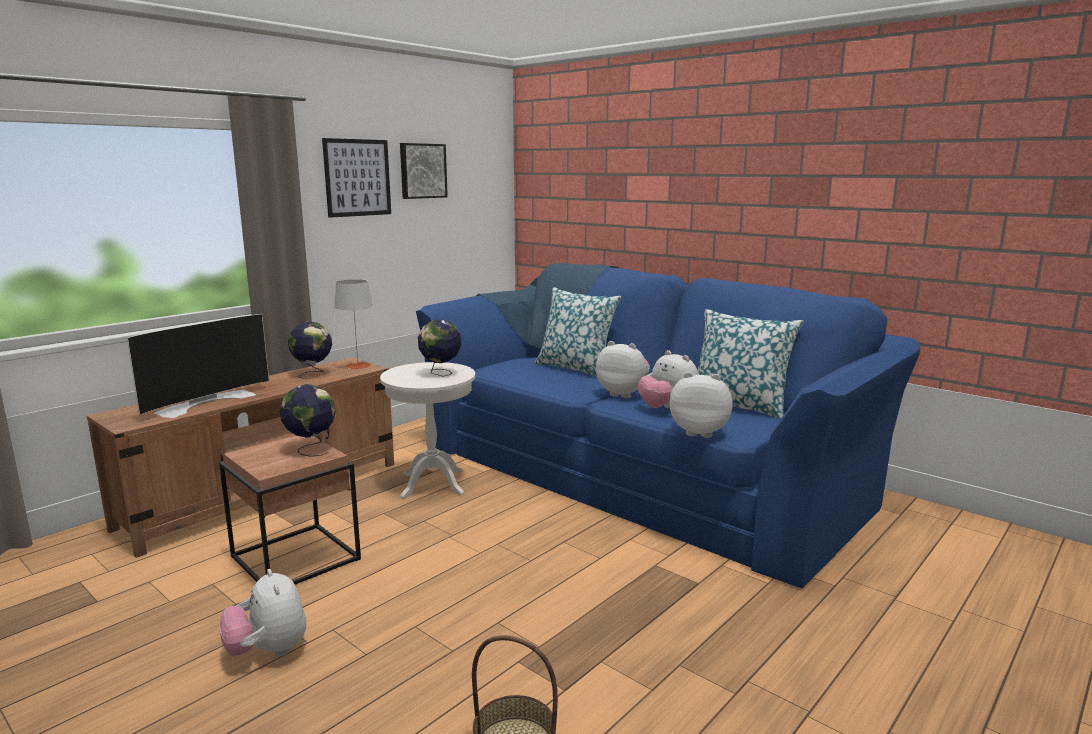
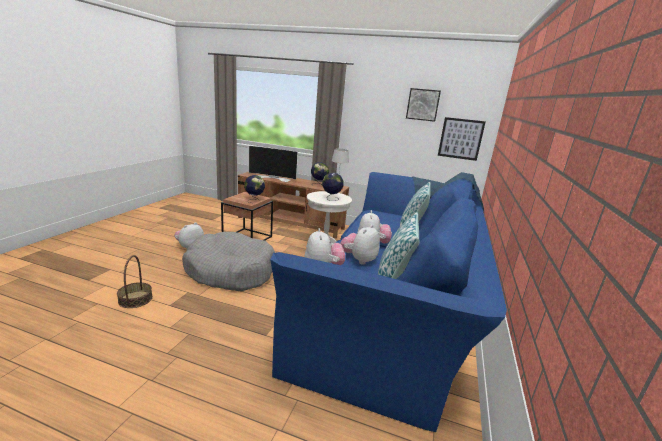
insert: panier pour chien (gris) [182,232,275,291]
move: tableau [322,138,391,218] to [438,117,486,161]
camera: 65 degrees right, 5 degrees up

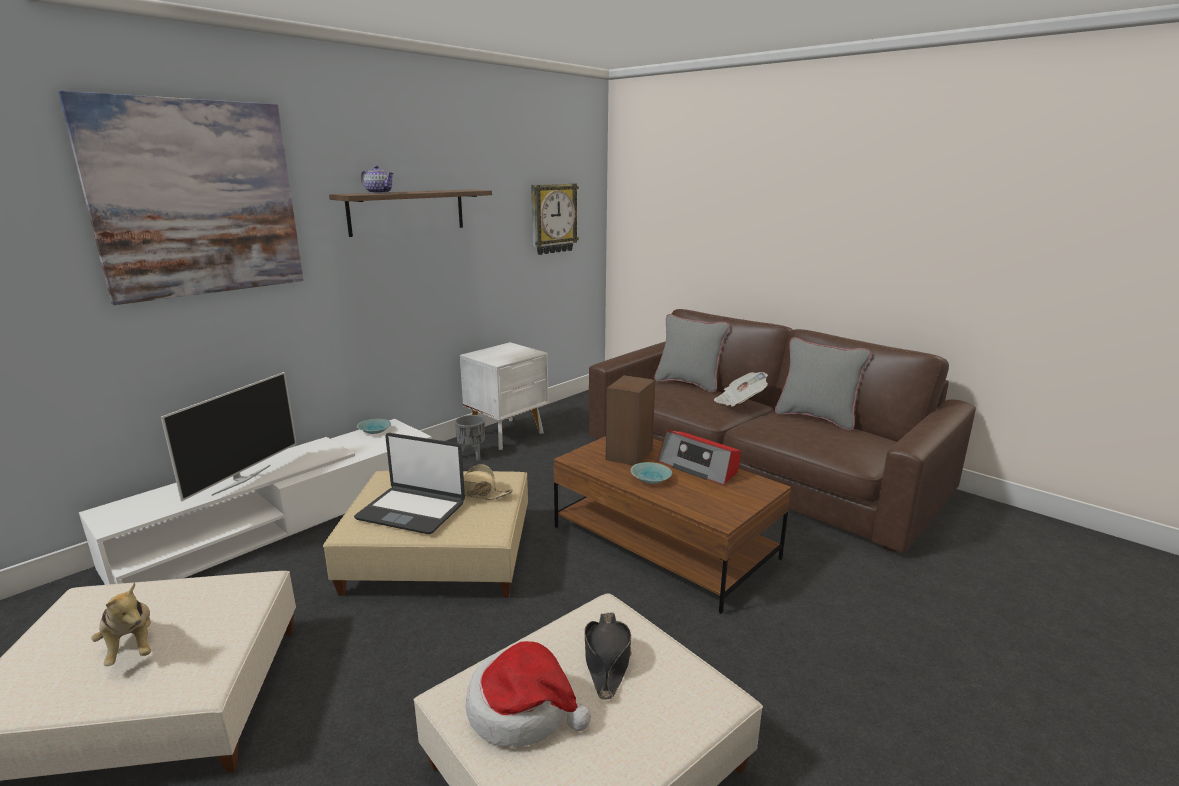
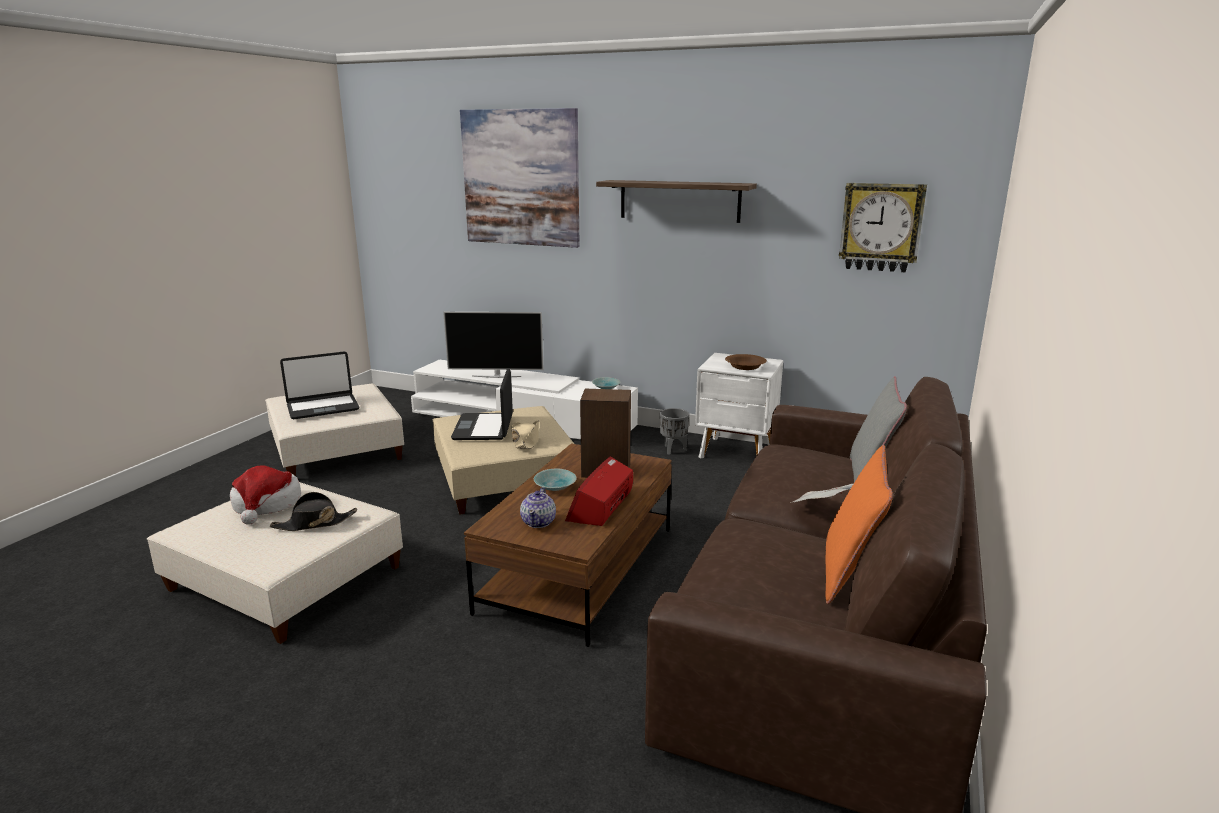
insert: bol (marron) [725,354,767,370]
move: théière [361,165,394,194] to [520,488,556,528]
replace: peluche [91,582,151,666] to ordinateur portable [280,352,359,419]
recolor: coussin (gris) [775,337,871,430] to coussin (orange) [826,445,893,604]
camera: 70 degrees right, 0 degrees up

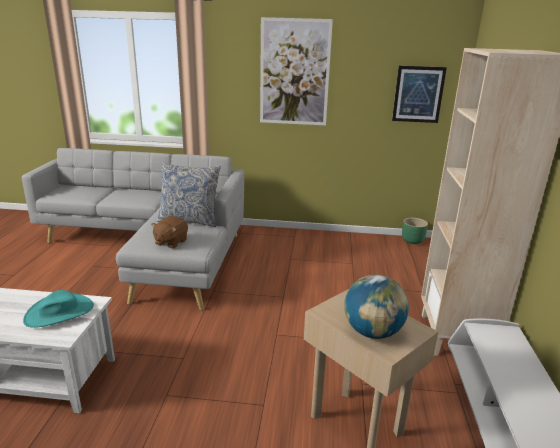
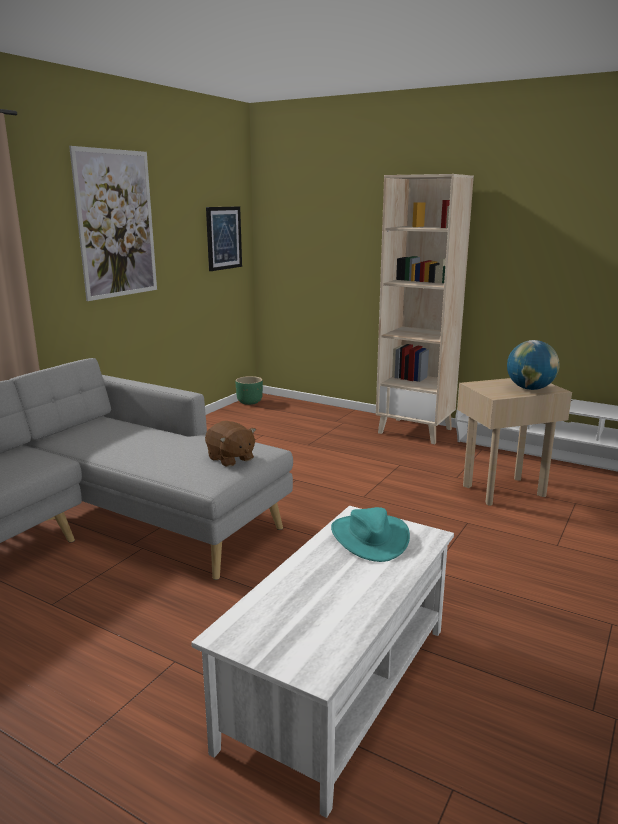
delete: coussin [156,162,221,227]
camera: 65 degrees left, 5 degrees down

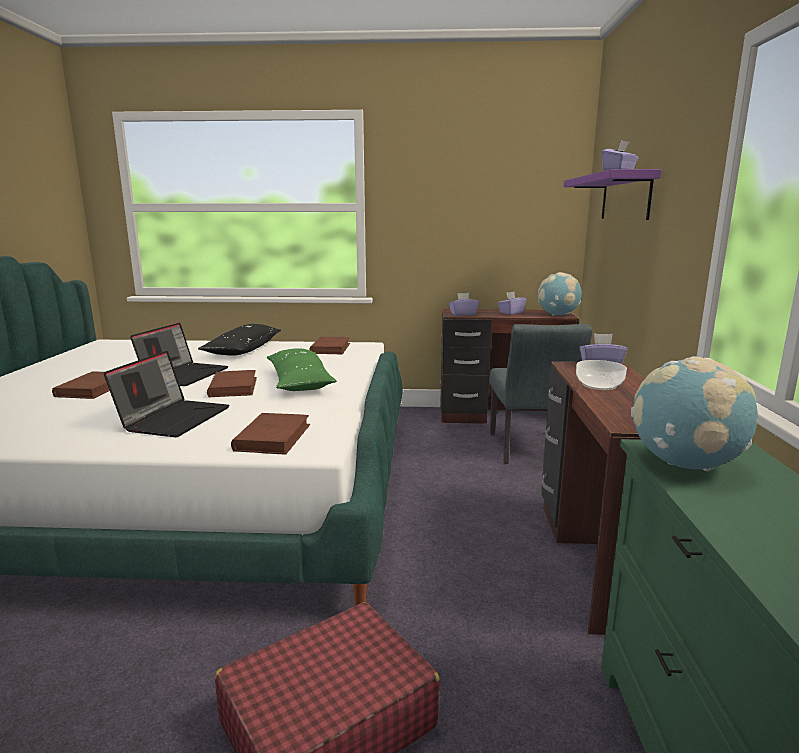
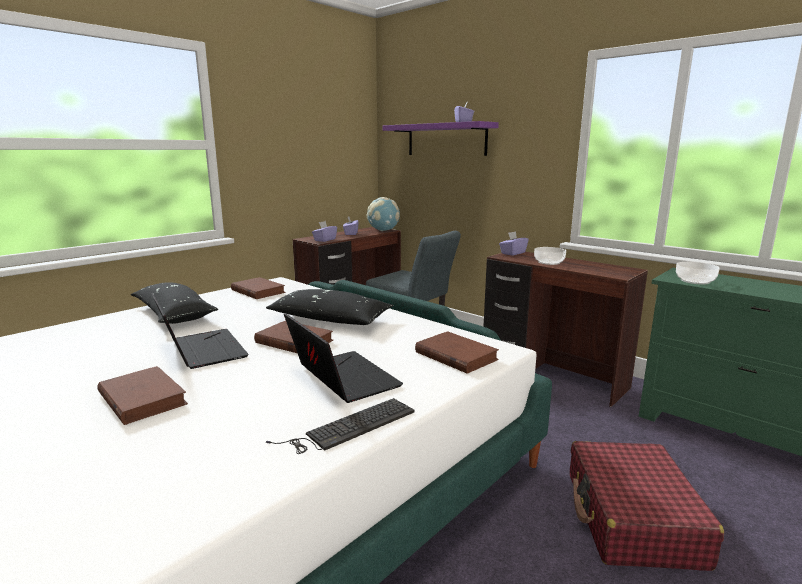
insert: clavier [266,398,414,454]
replace: globe [631,356,758,471] to bol [676,262,720,284]
recolor: coussin (vert) [267,348,337,391] to coussin (noir) [266,289,394,325]
camera: 50 degrees left, 0 degrees up

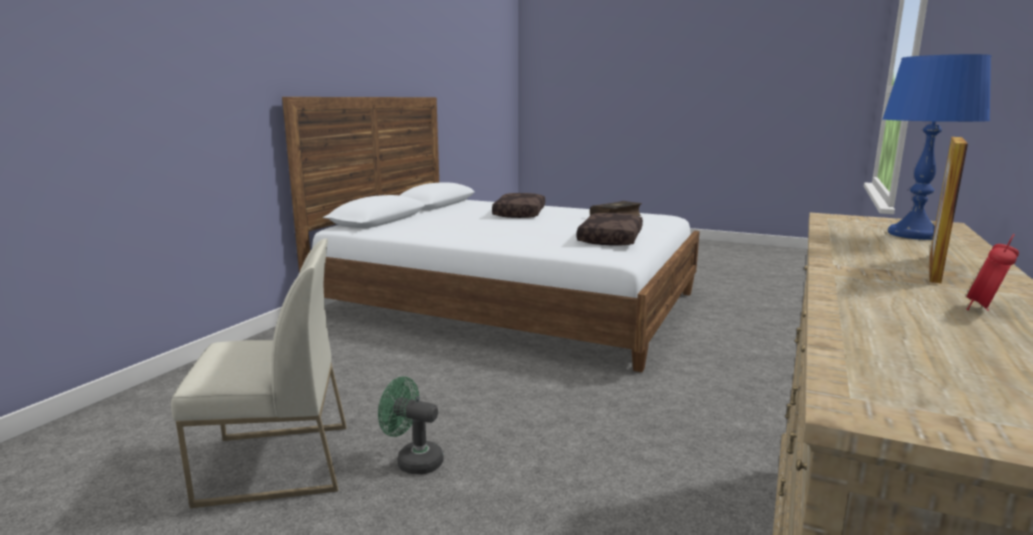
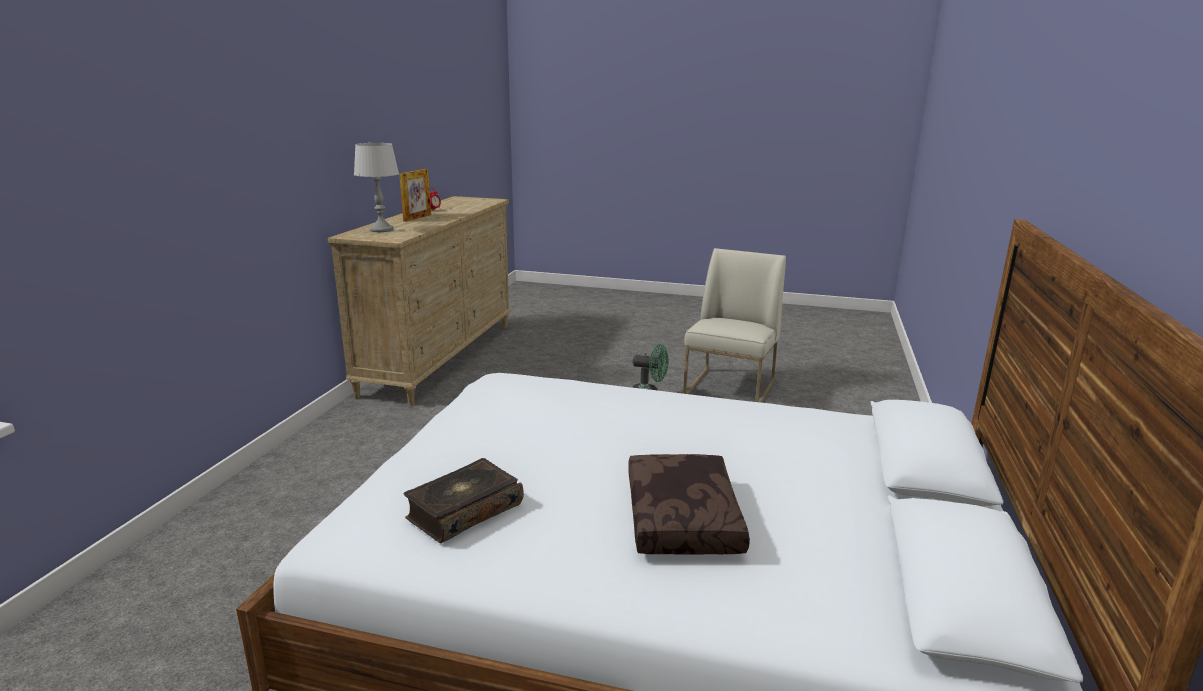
delete: coussin (marron) [577,213,643,246]
recolor: lampe de table (bleu) [882,54,992,240] to lampe de table (gris) [354,143,399,232]
rotate: chaise (blanc) [171,238,347,508] = [683,248,786,403] 135 degrees clockwise
camera: 170 degrees right, 5 degrees up

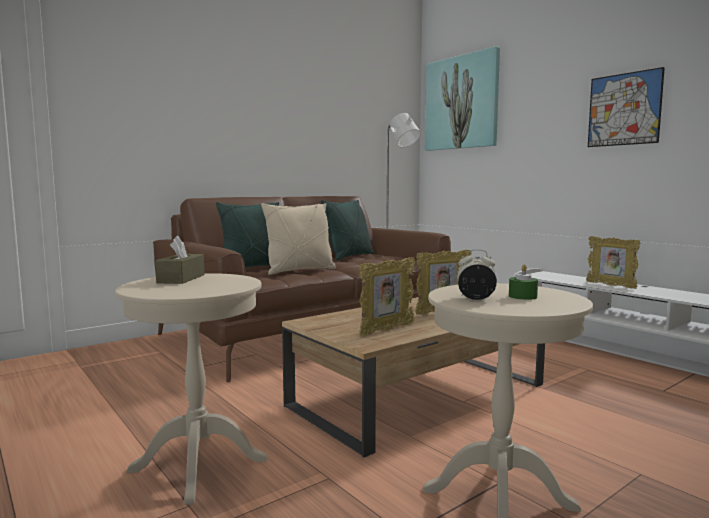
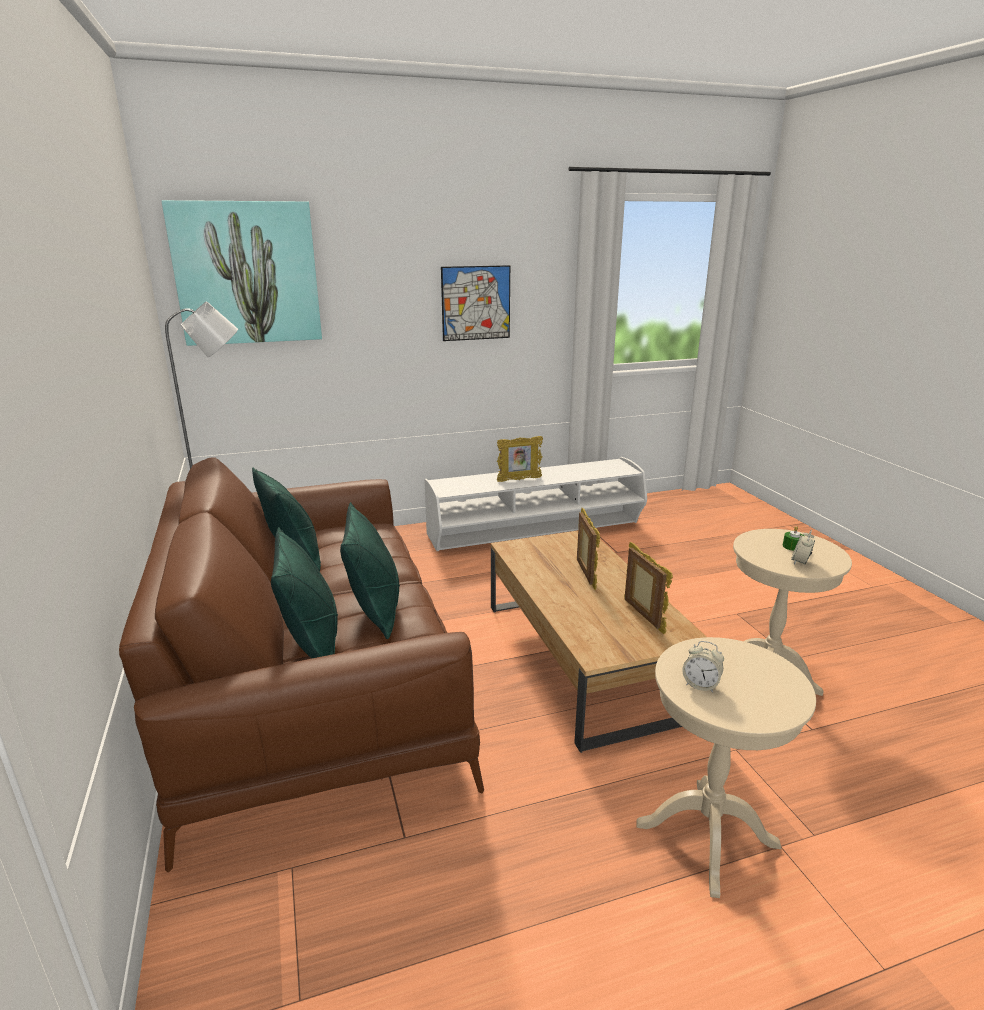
replace: boîte à mouchoirs (marron) [155,236,205,284] to réveil [683,641,724,693]
recolor: coussin (beige) [261,203,336,275] to coussin (vert) [340,502,400,639]
camera: 70 degrees left, 15 degrees up

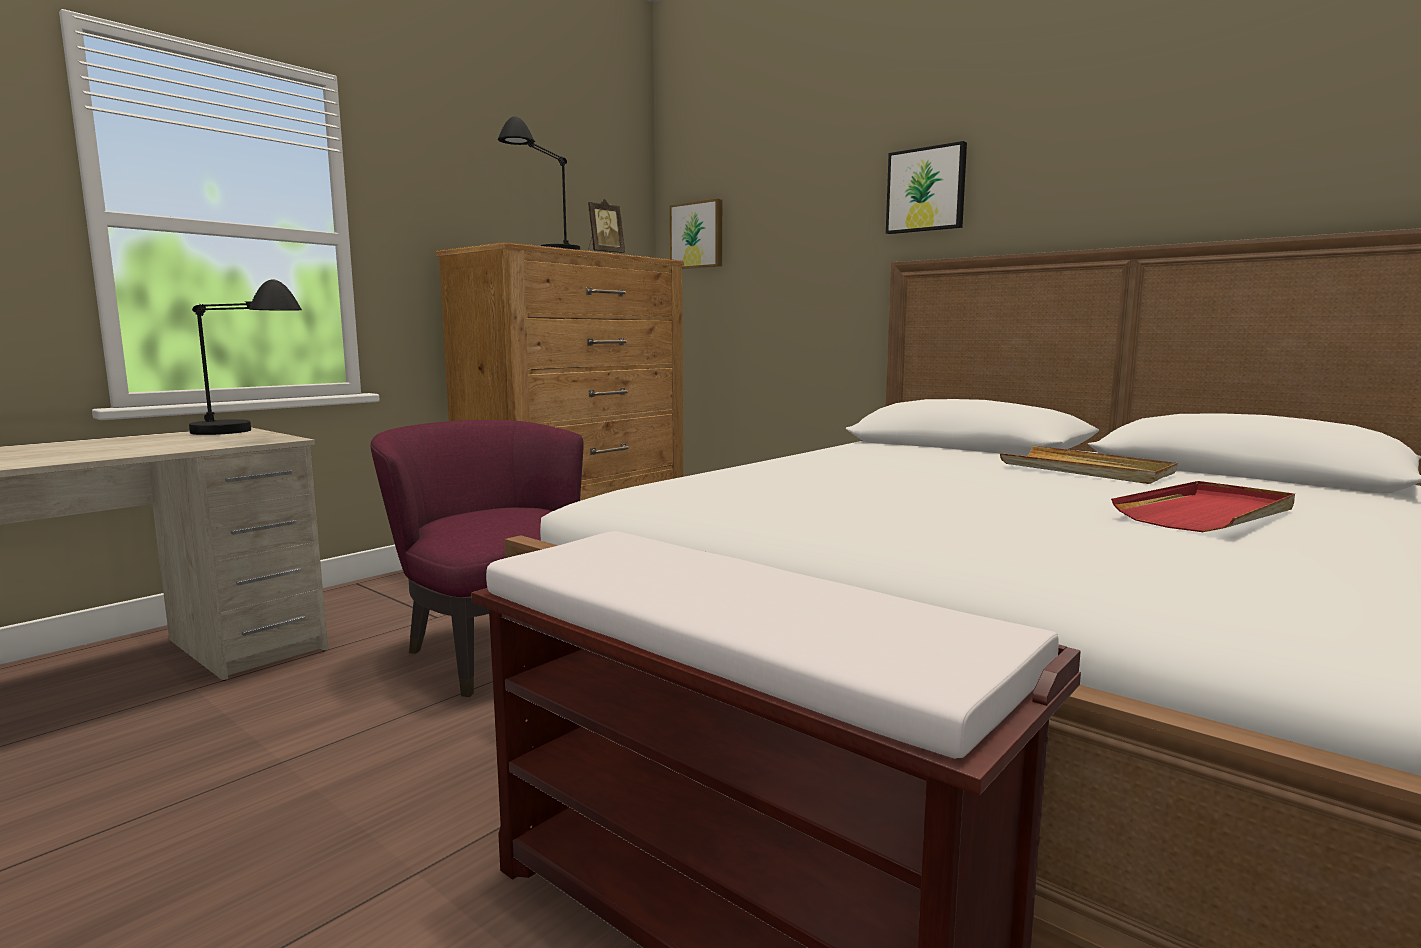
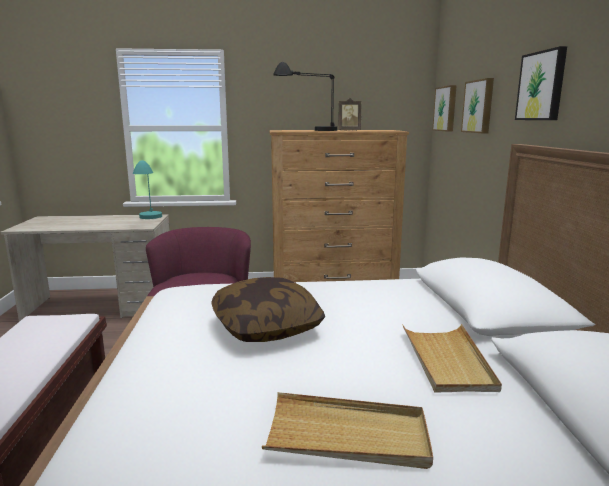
insert: coussin [211,277,325,342]; tableau [461,78,494,133]
recolor: lampe de table (noir) [189,279,302,435] to lampe de table (turquoise) [133,161,162,219]; plateau (rouge) [1111,481,1295,532] to plateau (beige) [262,392,433,469]
camera: 45 degrees right, 5 degrees up

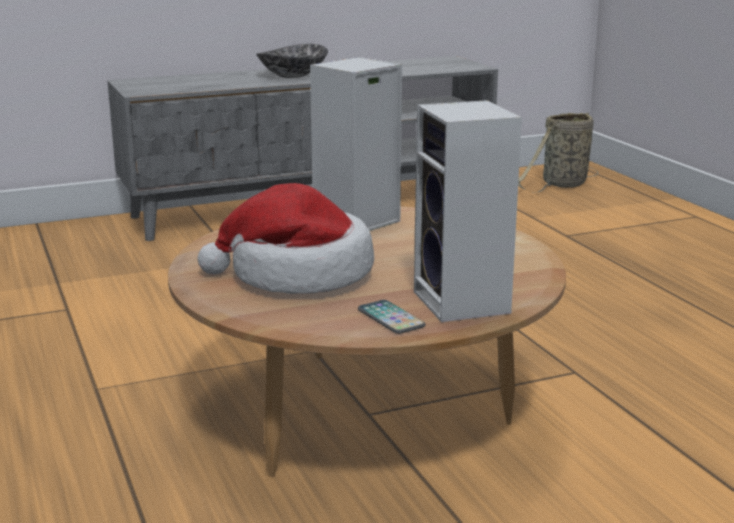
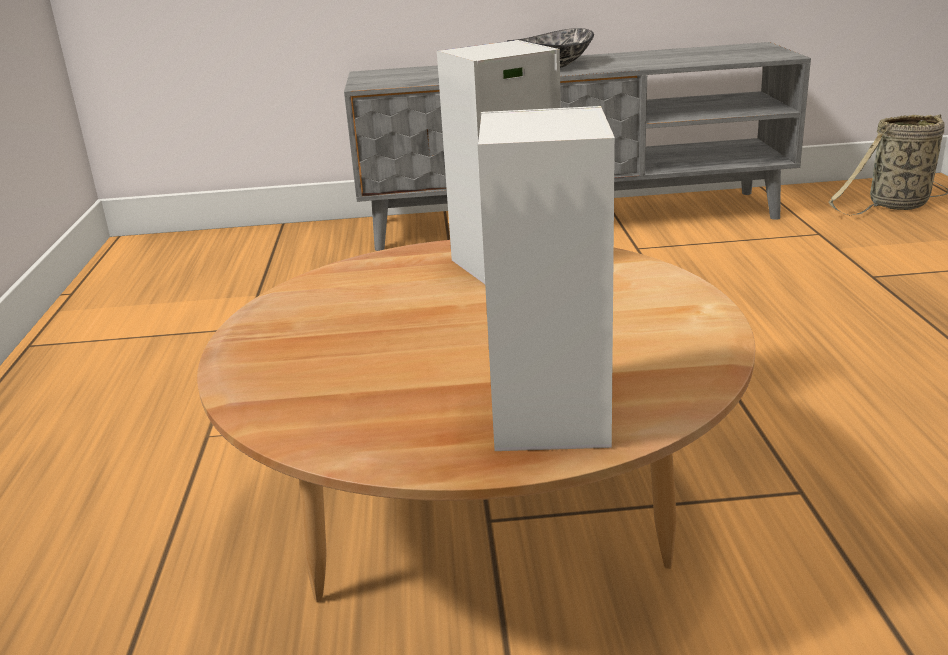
delete: chapeau [197,183,374,294]; téléphone [358,300,426,334]
camera: 20 degrees right, 5 degrees up

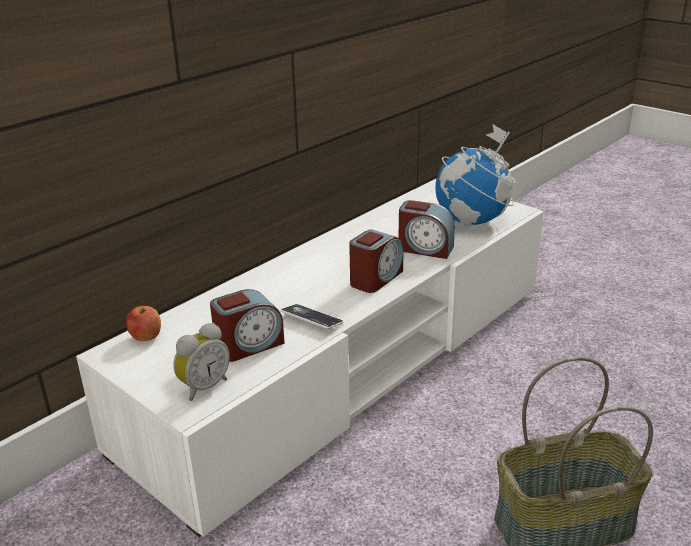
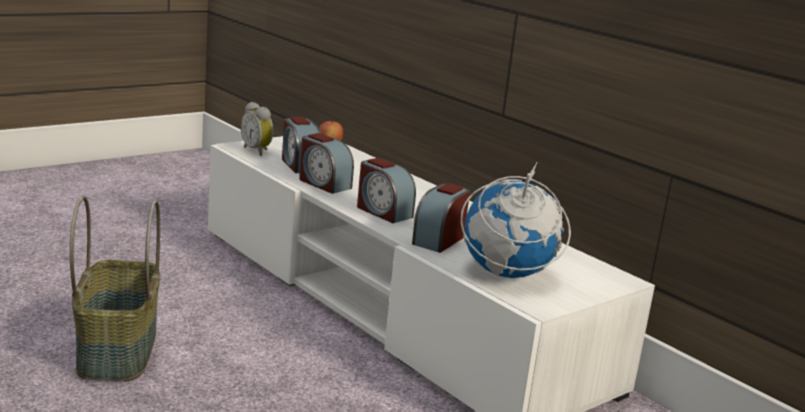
replace: téléphone [281,304,344,329] to réveil [299,133,354,194]
camera: 95 degrees right, 10 degrees down

